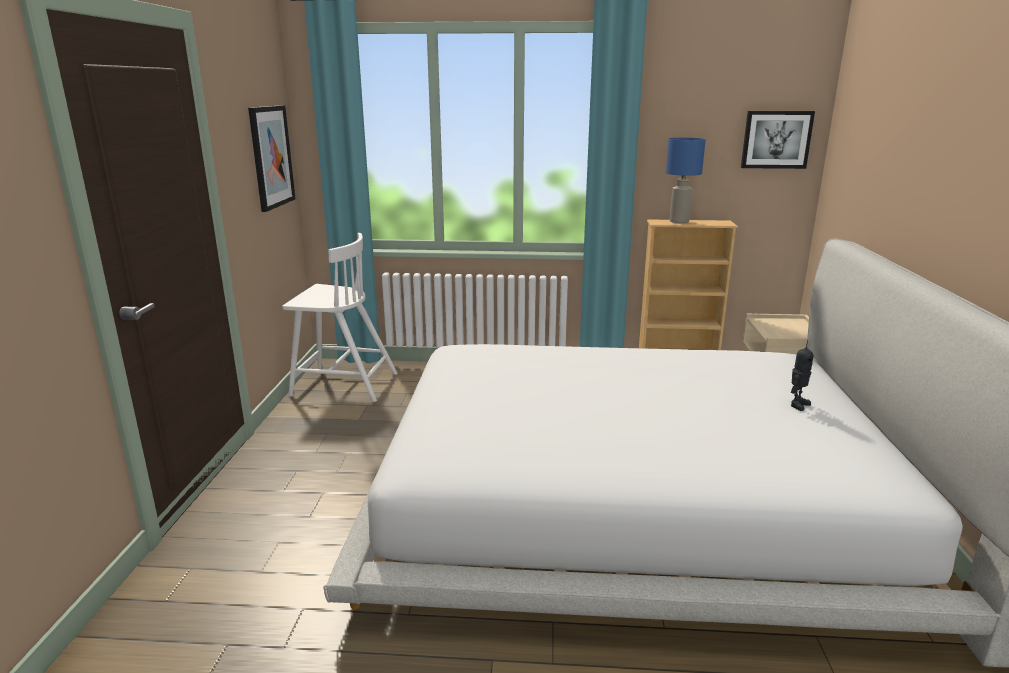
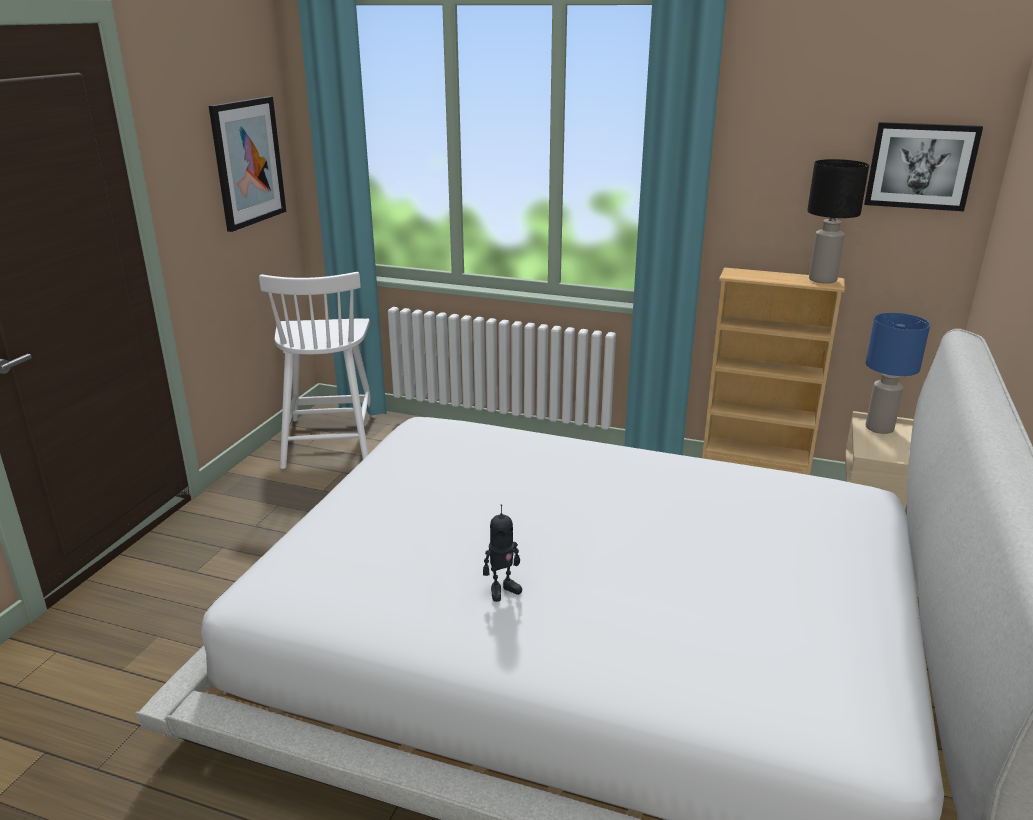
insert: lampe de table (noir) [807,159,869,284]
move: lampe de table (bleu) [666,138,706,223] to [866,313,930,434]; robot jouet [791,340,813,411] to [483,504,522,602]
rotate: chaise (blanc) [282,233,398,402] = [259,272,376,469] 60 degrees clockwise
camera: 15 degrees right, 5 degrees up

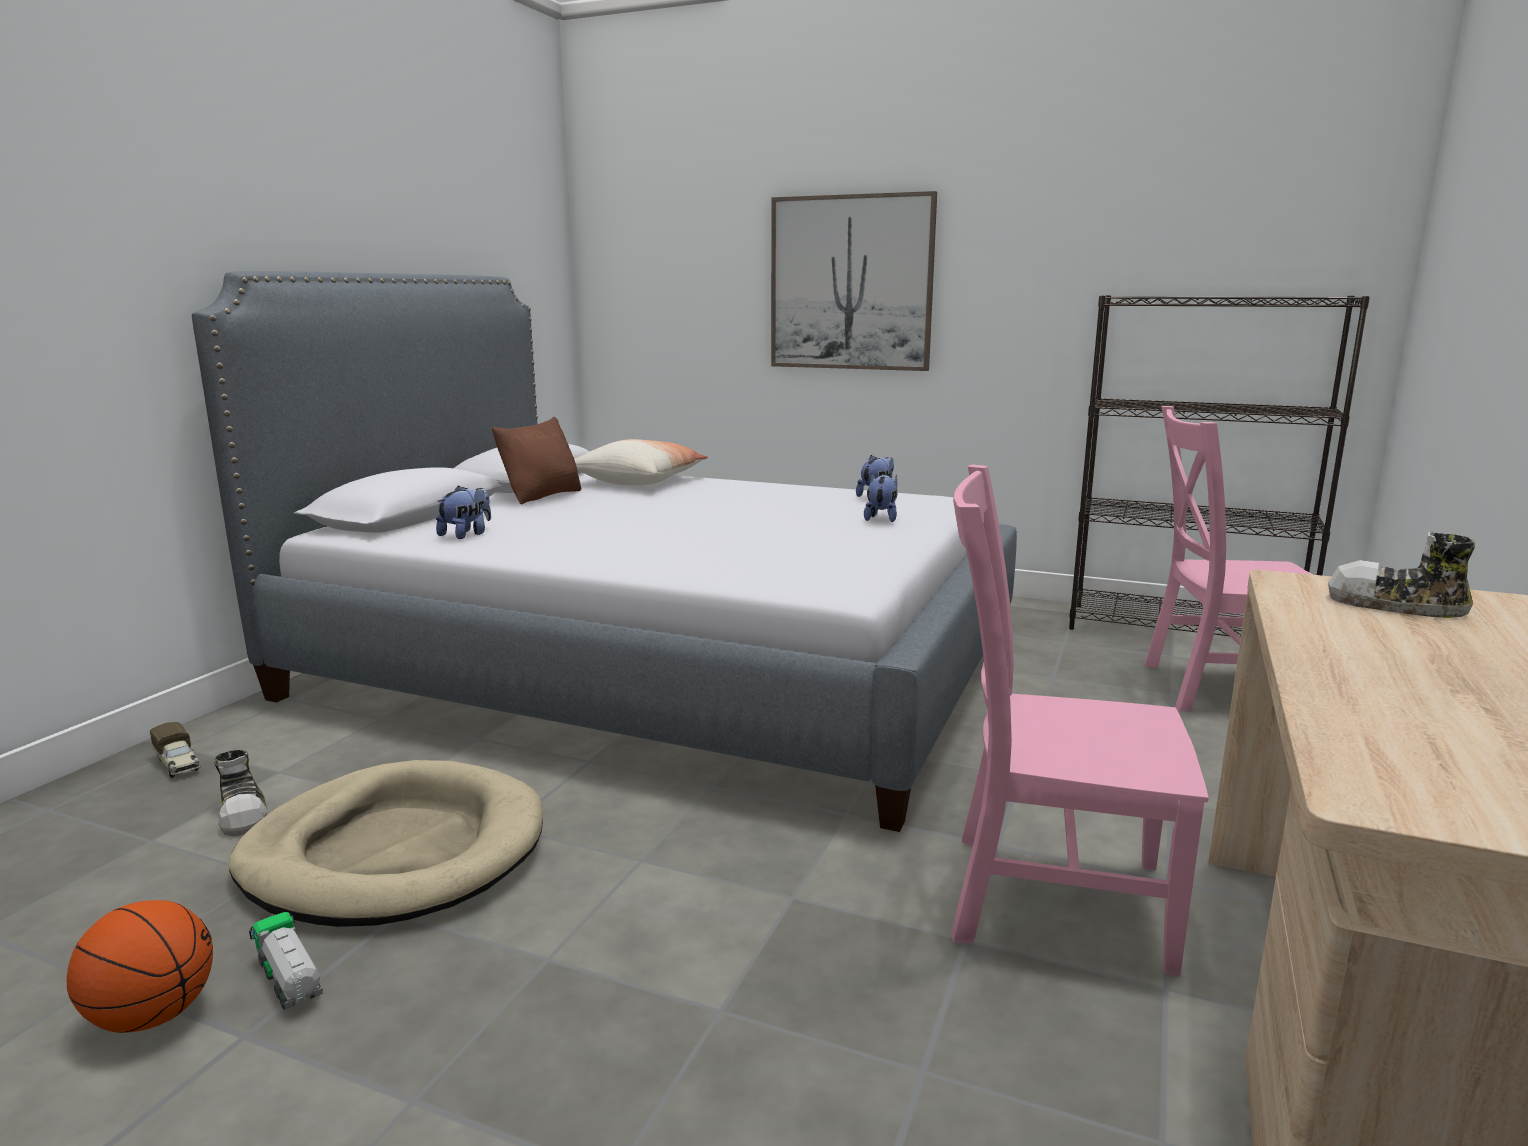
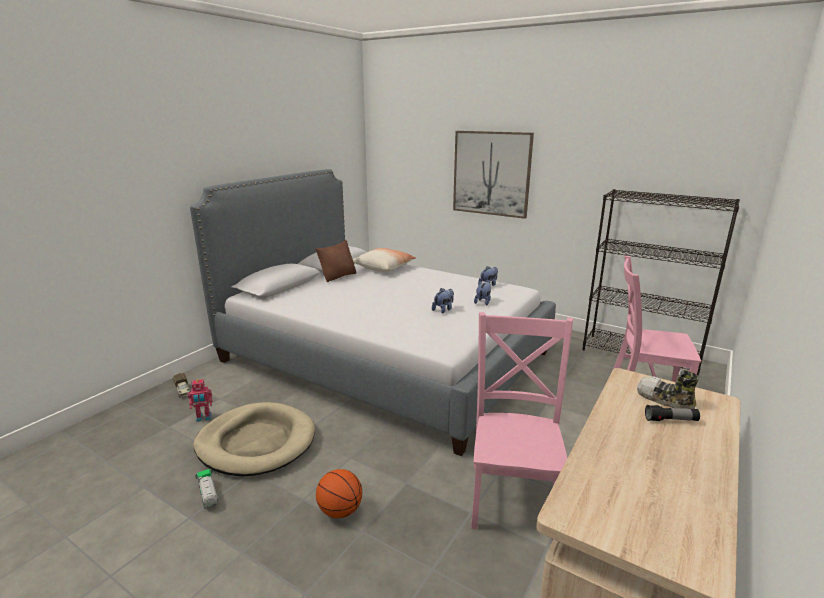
insert: lampe de poche [645,405,700,421]
move: ballon de basket [67,900,213,1033] to [316,469,362,518]; peluche [436,486,491,539] to [432,288,454,314]
replace: chaussure [214,750,267,836] to robot jouet [188,379,212,422]
rotate: chaise (rose) [951,465,1209,976] = [471,312,573,530] 75 degrees clockwise
camera: 10 degrees right, 5 degrees up

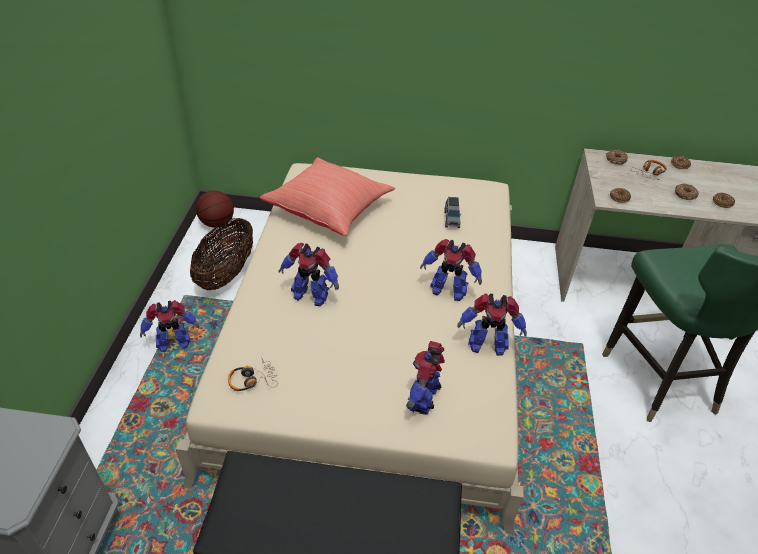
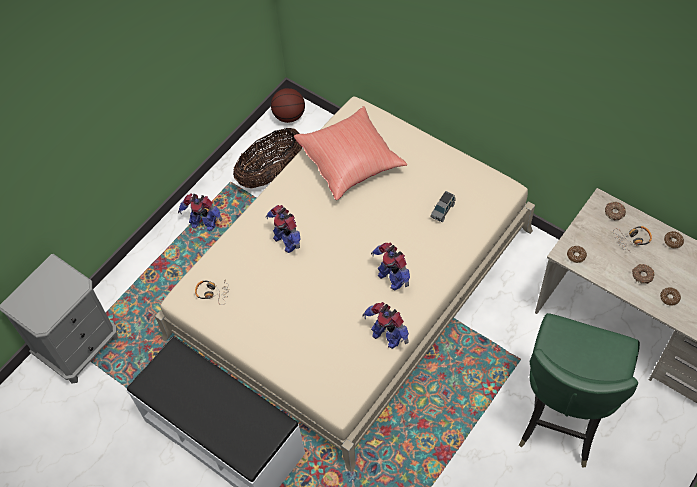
delete: robot jouet [406,341,445,415]
camera: 35 degrees right, 15 degrees up

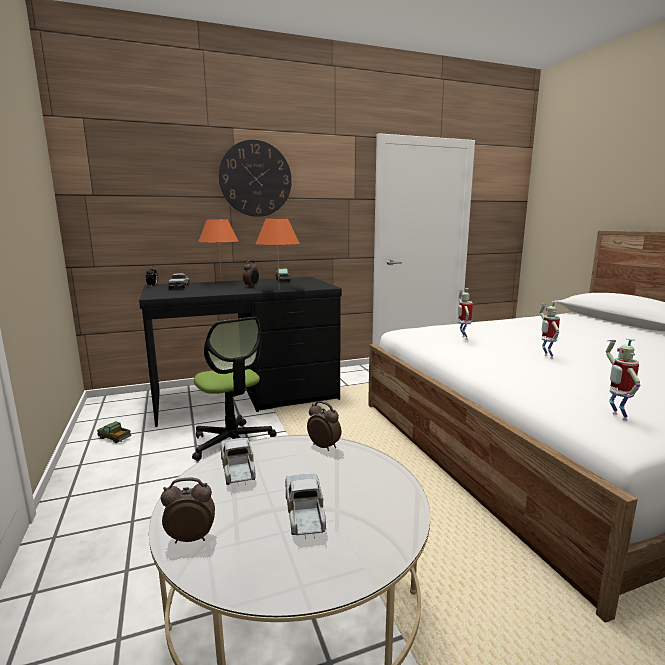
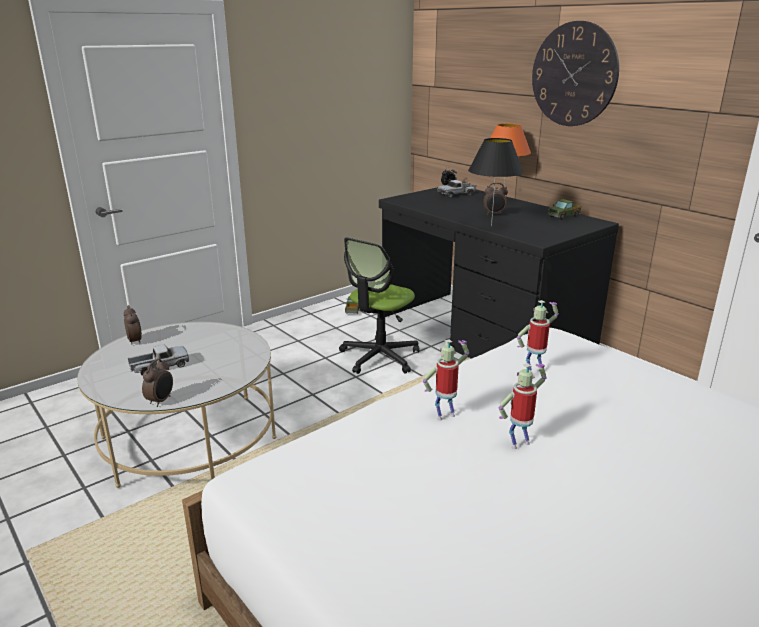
delete: camion jouet [220,438,256,486]
move: réveil [307,401,341,451] to [142,359,173,407]; robot jouet [606,338,641,421] to [423,339,469,421]
recolor: lampe de table (orange) [255,218,300,279] to lampe de table (noir) [468,138,523,226]
camera: 70 degrees right, 10 degrees up

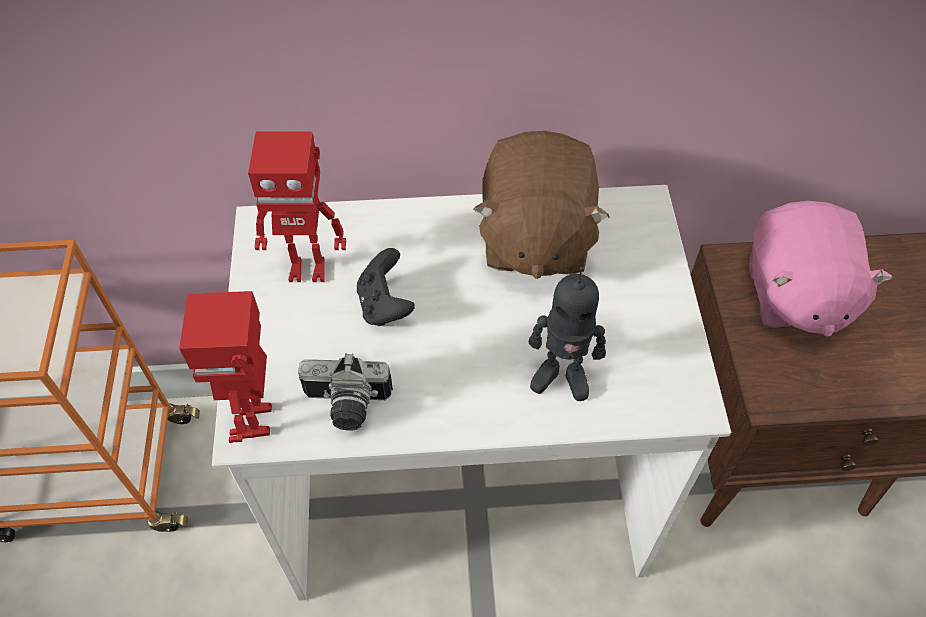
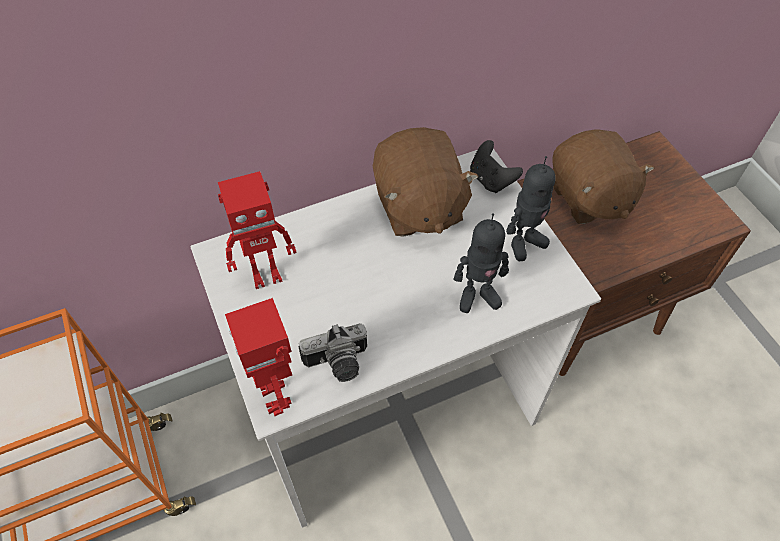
insert: robot jouet [506,156,556,261]
move: manette (noir) [357,248,415,326] to [470,140,523,193]
recolor: peluche (rose) [749,201,892,337] to peluche (marron) [552,129,654,224]
camera: 20 degrees left, 0 degrees up

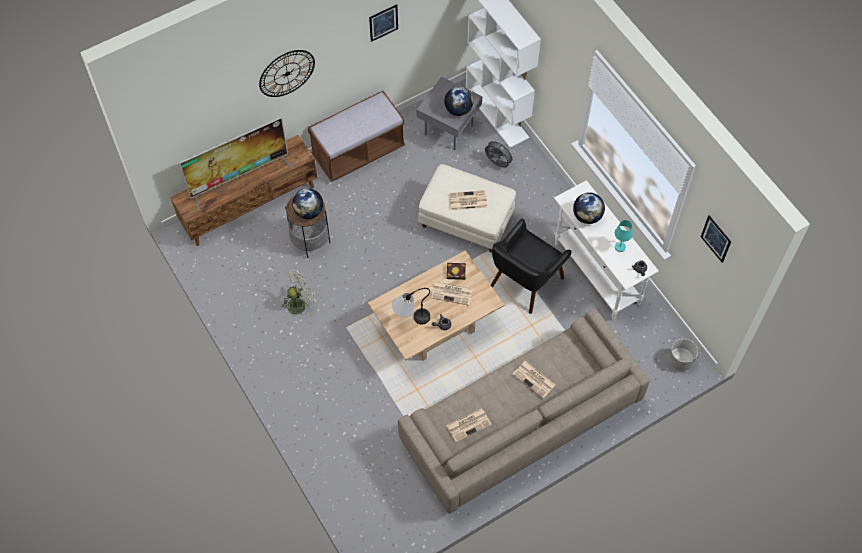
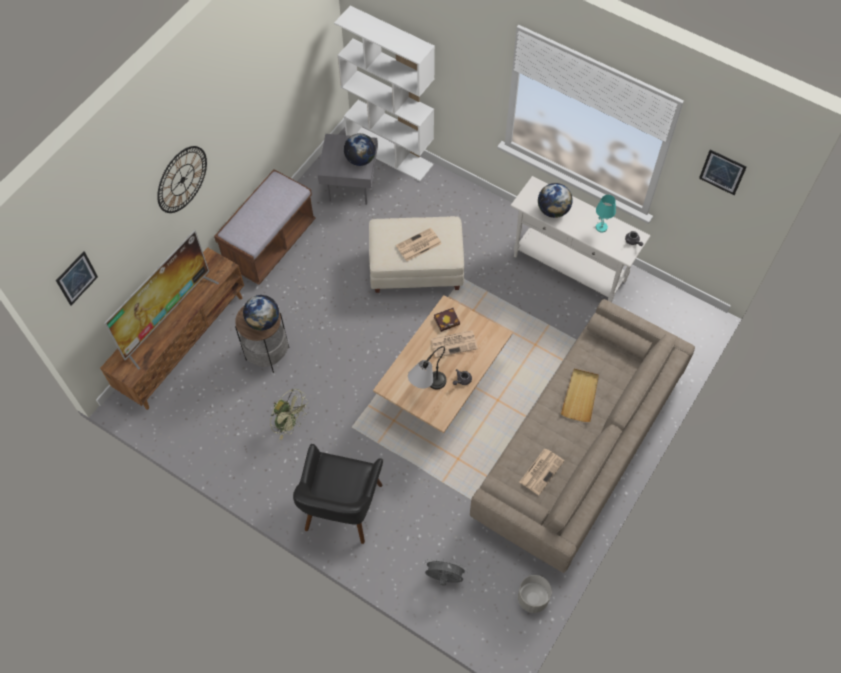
move: tableau [369,4,398,42] to [56,251,98,306]; ventilateur (gris) [485,139,515,168] to [424,558,468,585]; fauteuil (noir) [491,218,571,314] to [293,444,383,544]; cache-pot (gris) [668,339,698,371] to [518,575,552,613]
replace: journal [512,361,556,398] to plateau (beige) [561,368,599,422]
rotate: ventilateur (vert) [282,269,316,316] = [270,389,309,440] 90 degrees clockwise
camera: 25 degrees left, 0 degrees up

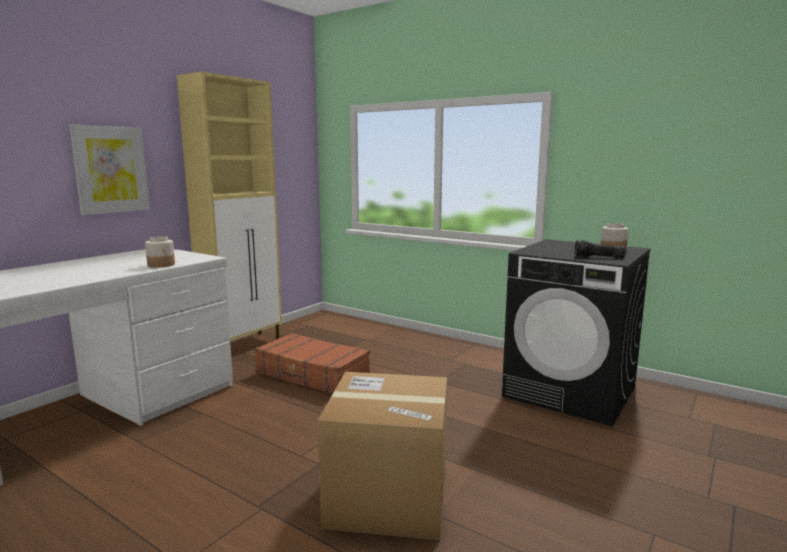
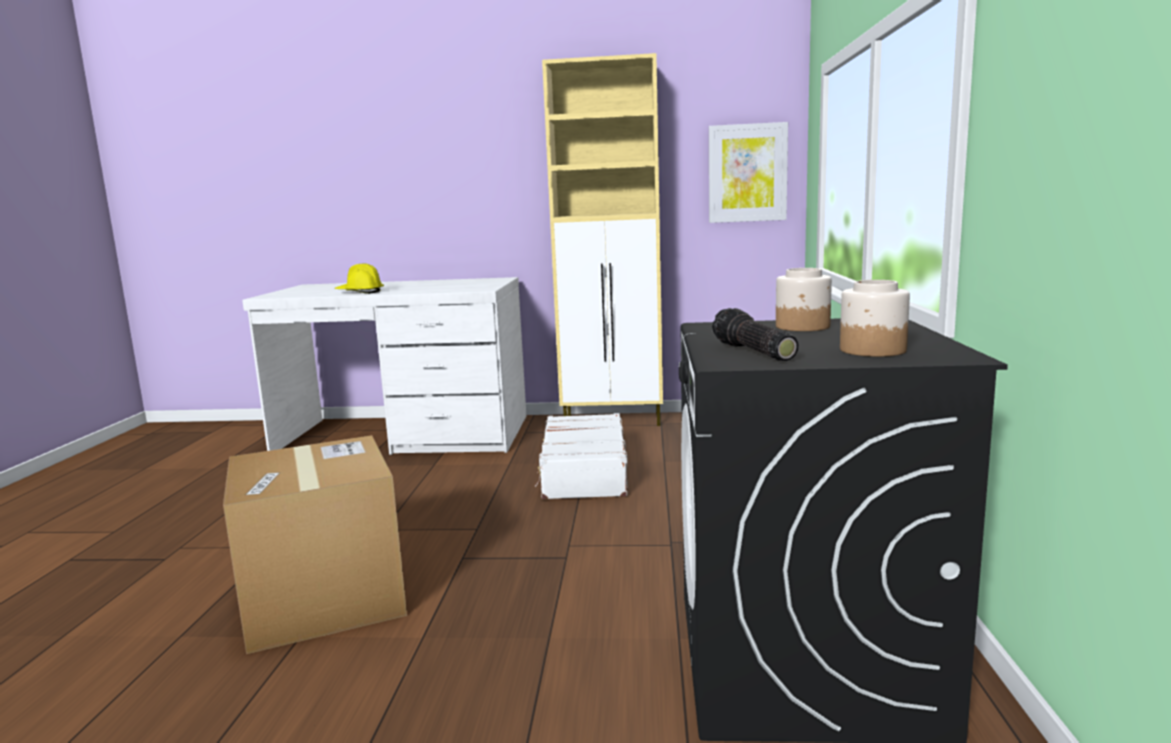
insert: casque de chantier (jaune) [335,263,384,294]
move: tableau [69,124,150,215] to [709,122,788,223]; bocal [145,236,175,268] to [776,268,832,331]
recolor: valise (marron) [254,333,370,394] to valise (blanc) [535,413,628,499]
camera: 60 degrees right, 0 degrees up

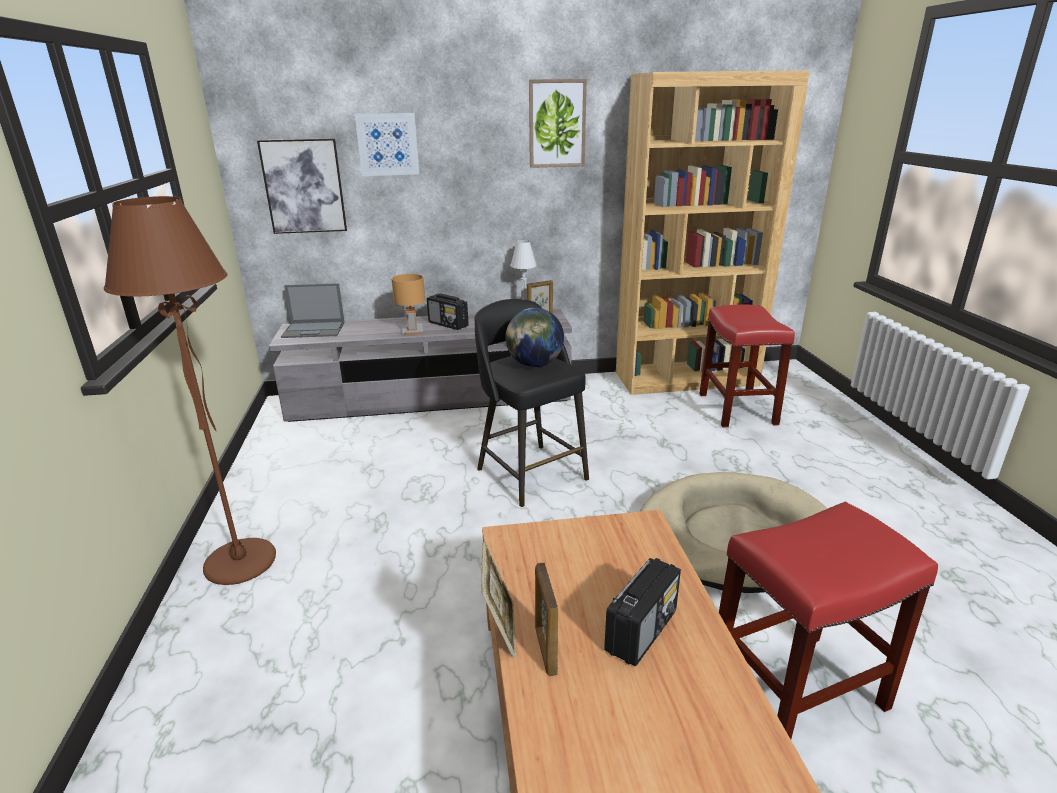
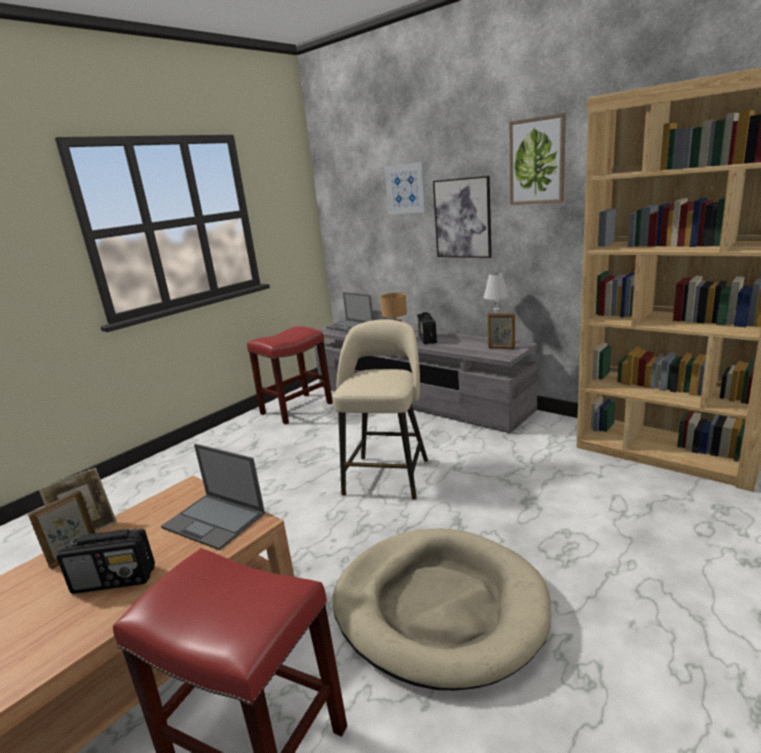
delete: lampadaire (marron) [104,196,276,585]; globe [505,308,564,367]
insert: ordinateur portable [161,444,265,550]
move: tableau [257,138,347,234] to [433,176,492,258]; tabouret (rouge) [699,304,795,427] to [247,326,333,425]
recolor: tabouret (noir) [474,299,589,507] to tabouret (beige) [333,319,428,500]
camera: 50 degrees right, 5 degrees down

